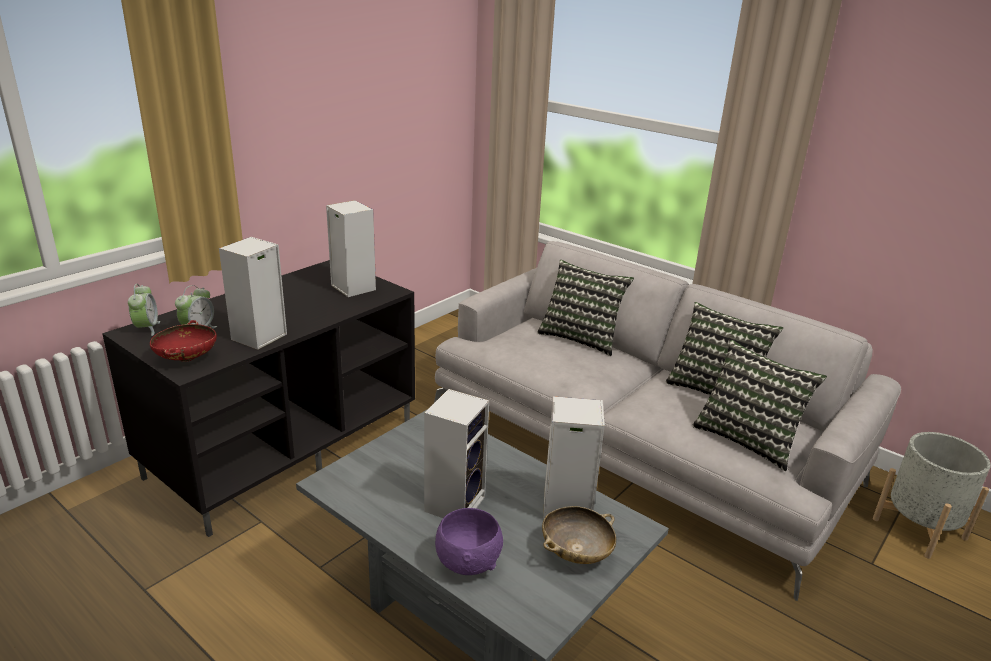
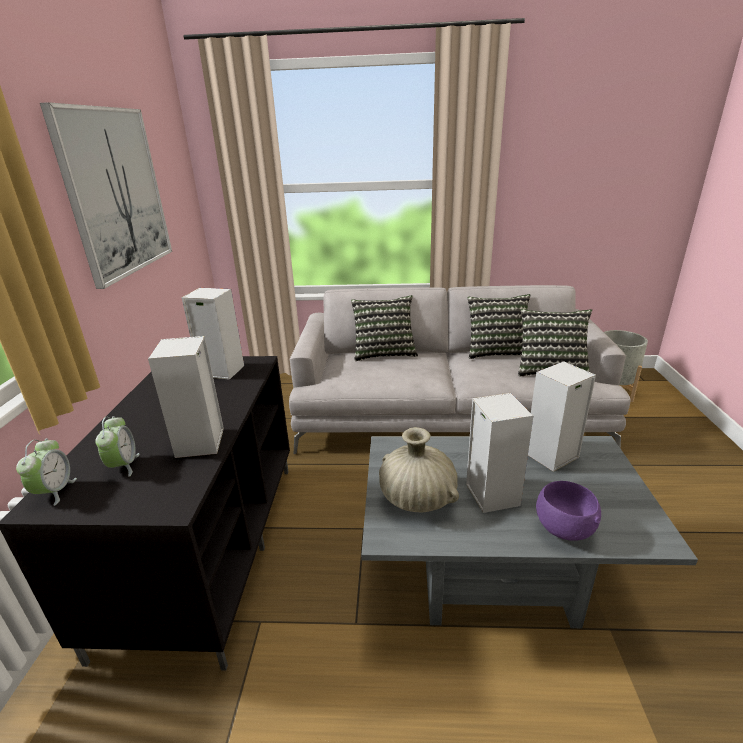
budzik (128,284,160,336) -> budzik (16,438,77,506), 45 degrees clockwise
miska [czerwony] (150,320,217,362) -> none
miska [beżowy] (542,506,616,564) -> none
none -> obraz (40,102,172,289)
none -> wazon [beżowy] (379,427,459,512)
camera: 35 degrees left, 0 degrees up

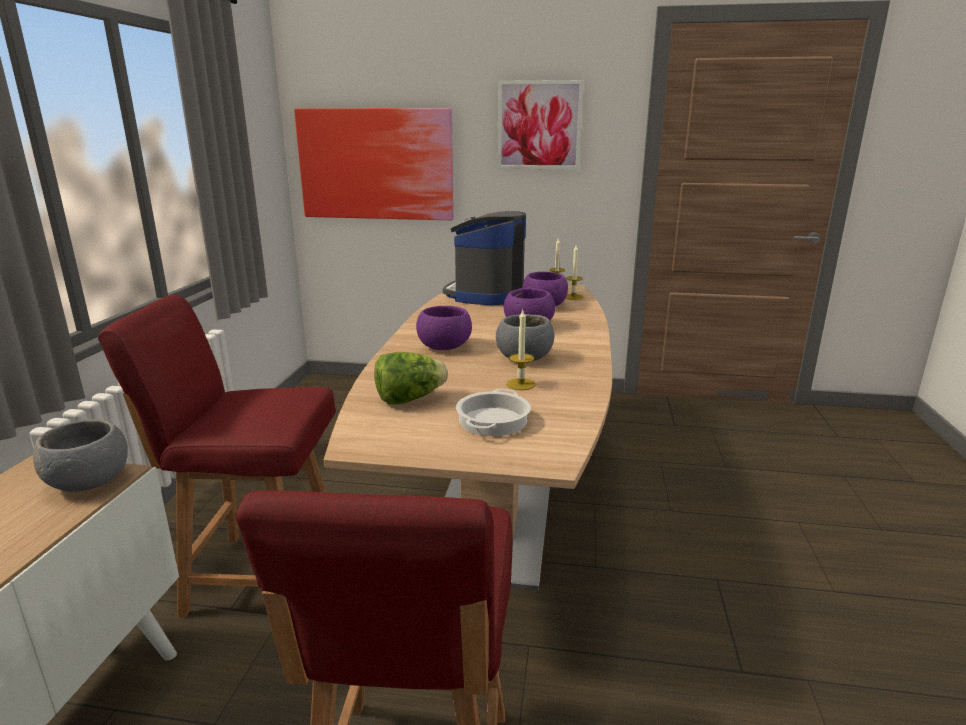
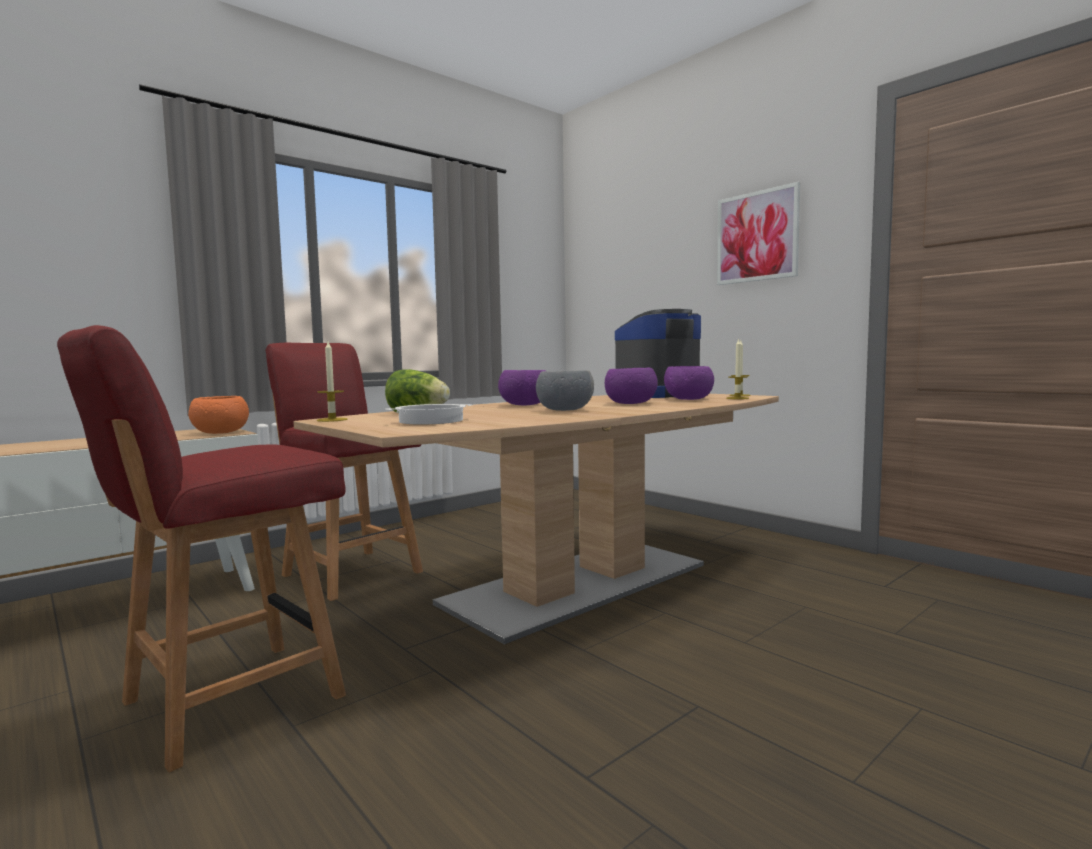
miska [szary] (33,419,128,492) -> miska [pomarańczowy] (188,396,249,434)
obraz (294,108,454,220) -> none
świeca (506,310,536,390) -> świeca (317,342,348,422), shifted
camera: 40 degrees right, 15 degrees down

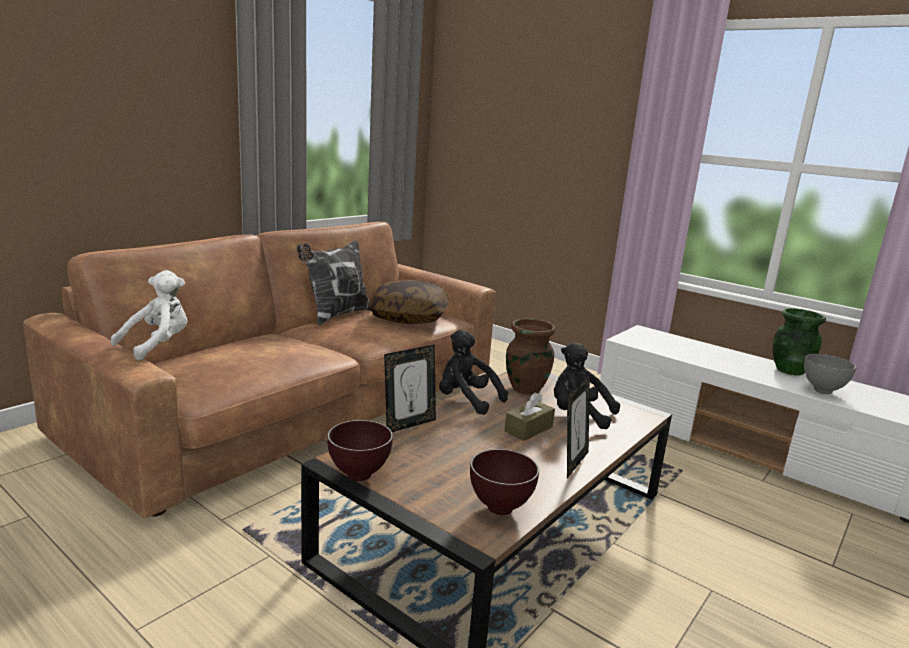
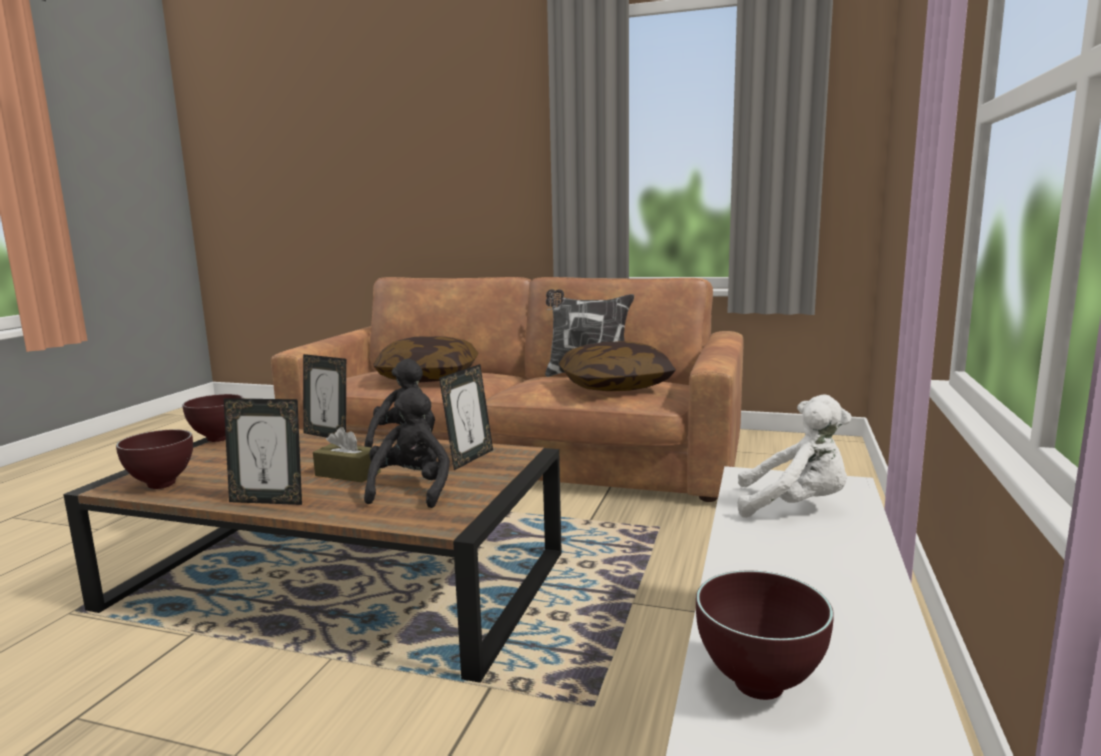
pluszak [biały] (110,270,187,361) -> pluszak [biały] (738,395,851,518), shifted
wazon [brązowy] (506,319,556,395) -> ramka na zdjęcie (439,364,493,470)
wazon [zielony] (773,308,826,376) -> none
miska [szary] (804,354,856,394) -> miska [brązowy] (696,571,834,700)
none -> poduszka (373,336,478,382)
camera: 70 degrees right, 5 degrees down

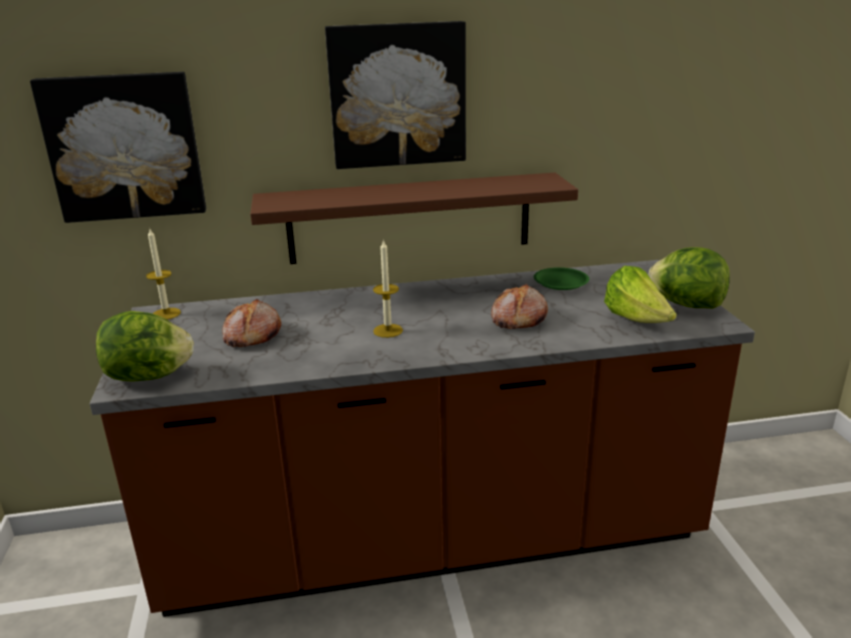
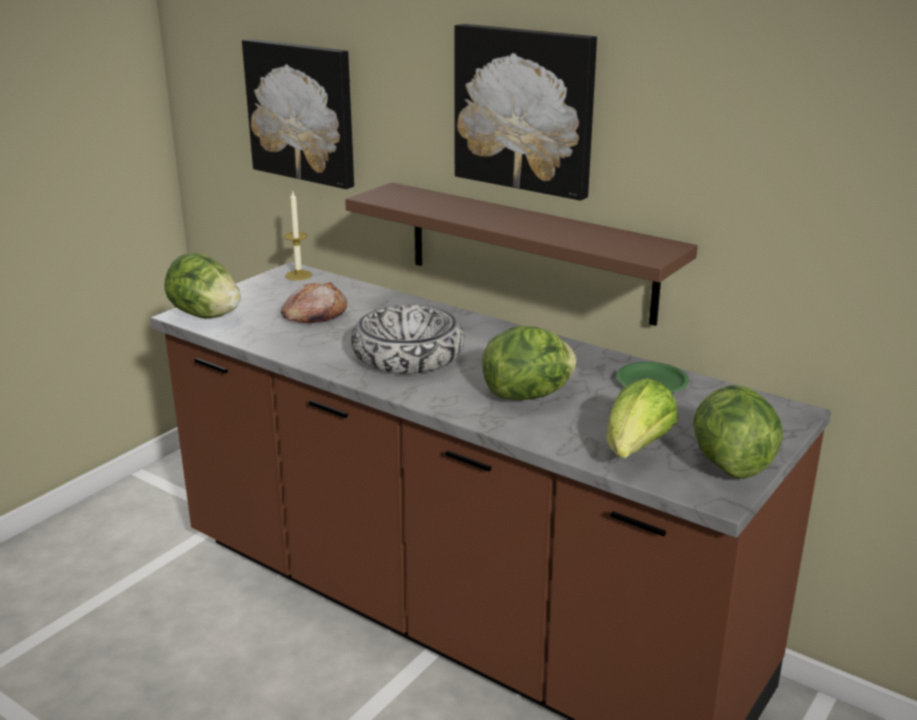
świeca (373,239,403,338) -> miska (351,305,465,374)
chleb (491,284,548,329) -> sałata (482,325,577,400)
camera: 45 degrees right, 0 degrees up

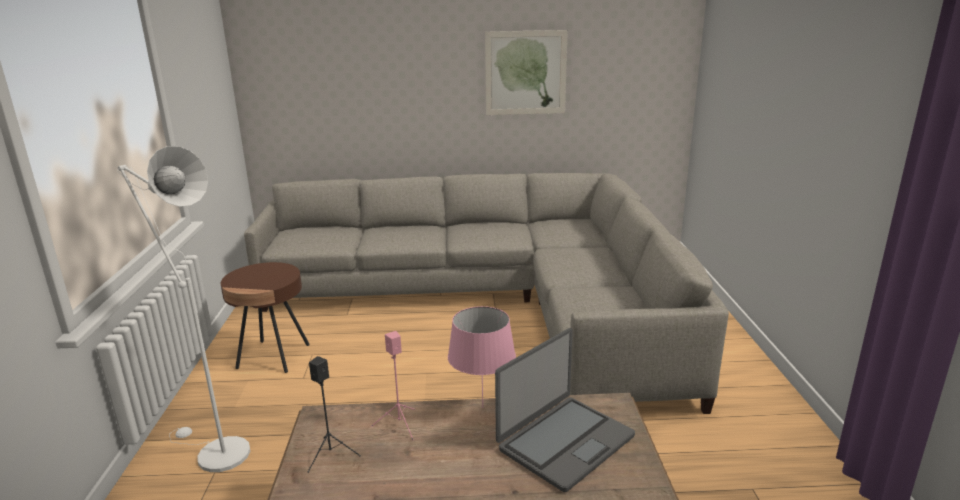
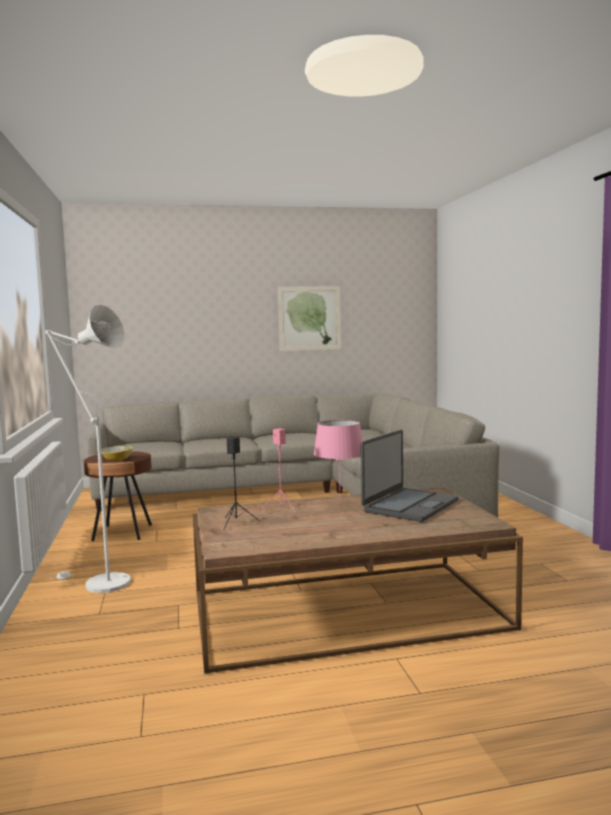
none -> miska (101,445,134,461)
camera: 10 degrees left, 15 degrees down

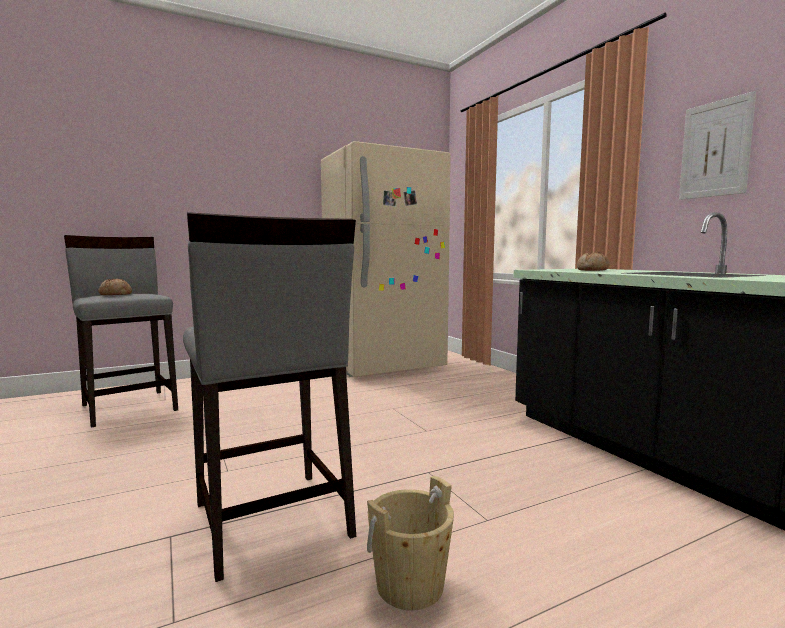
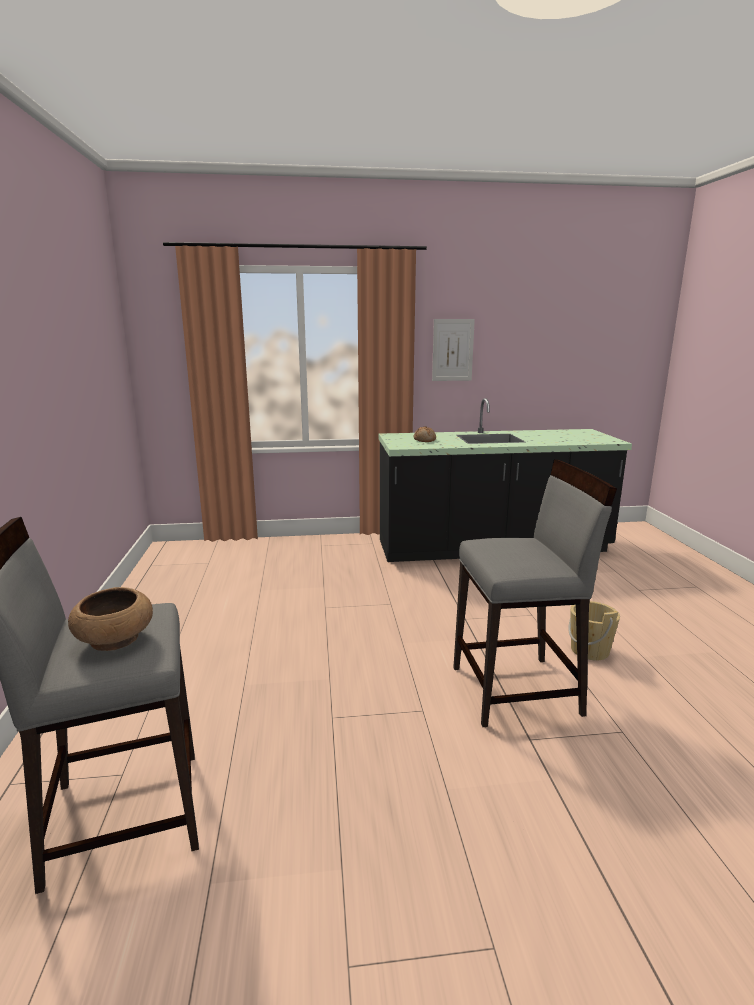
chleb (98,279,132,295) -> miska [brązowy] (68,587,153,651)
lodówka [beżowy] (321,141,451,377) -> none
camera: 70 degrees left, 10 degrees up

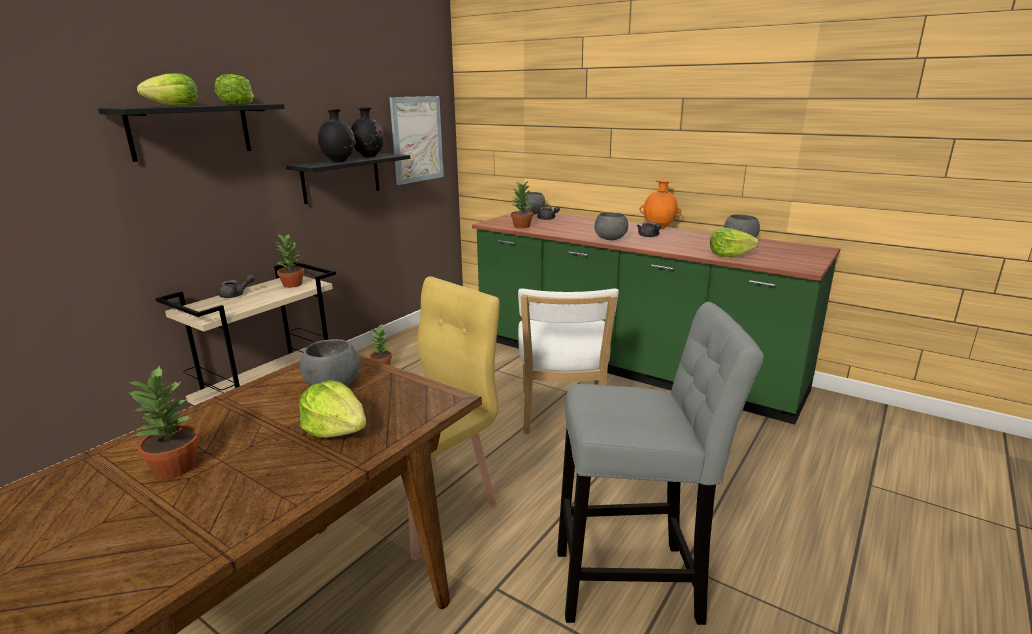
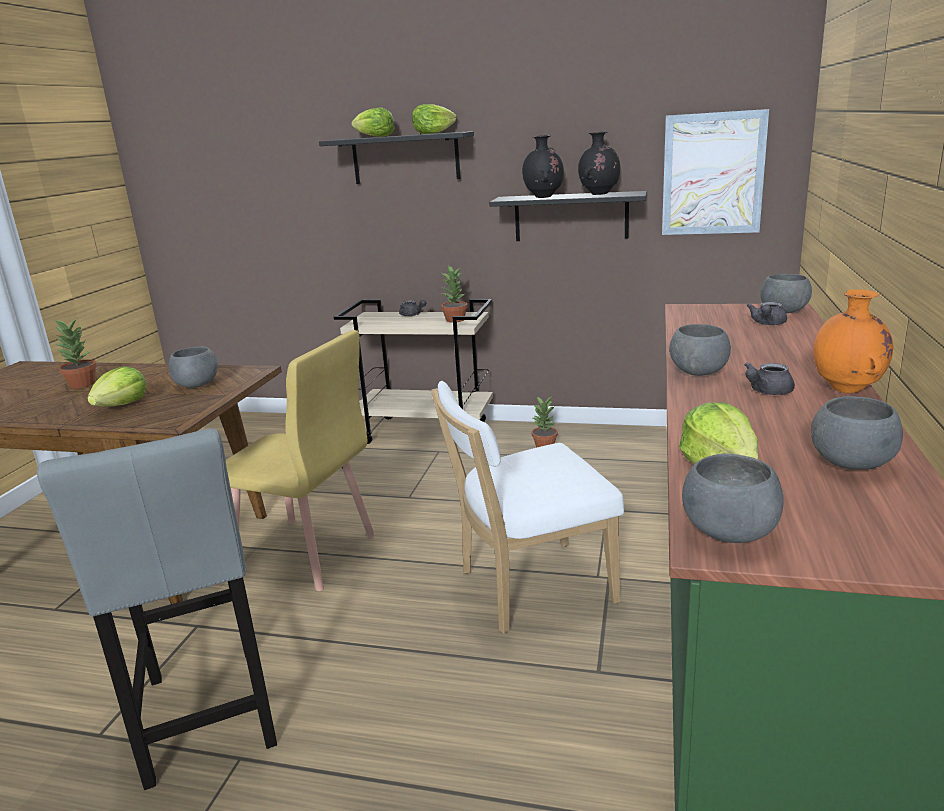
roślina doniczkowa (511,181,533,228) -> none
none -> miska [szary] (682,453,784,543)
camera: 70 degrees right, 0 degrees up

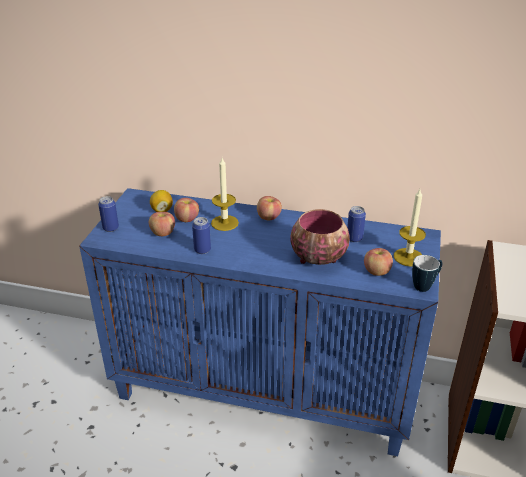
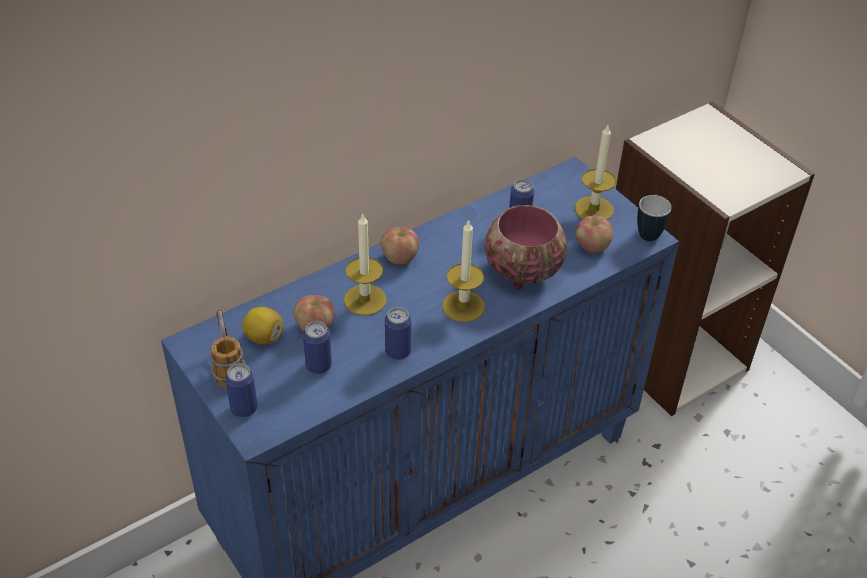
jabłko (149,212,175,236) -> puszka (303,321,332,374)
none -> kubek (210,310,246,388)
none -> świeca (442,219,485,322)
camera: 50 degrees left, 10 degrees up

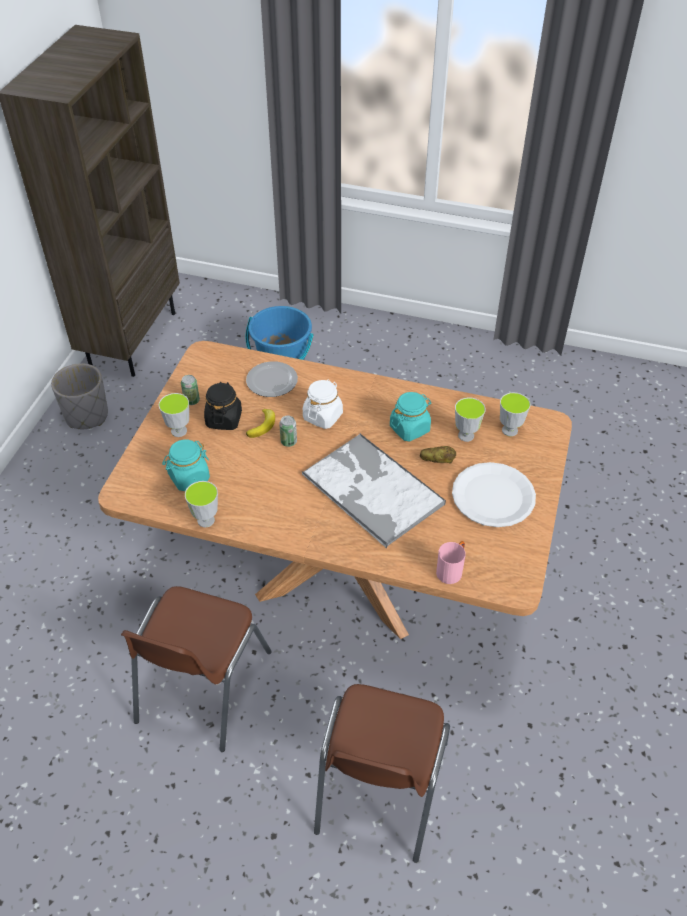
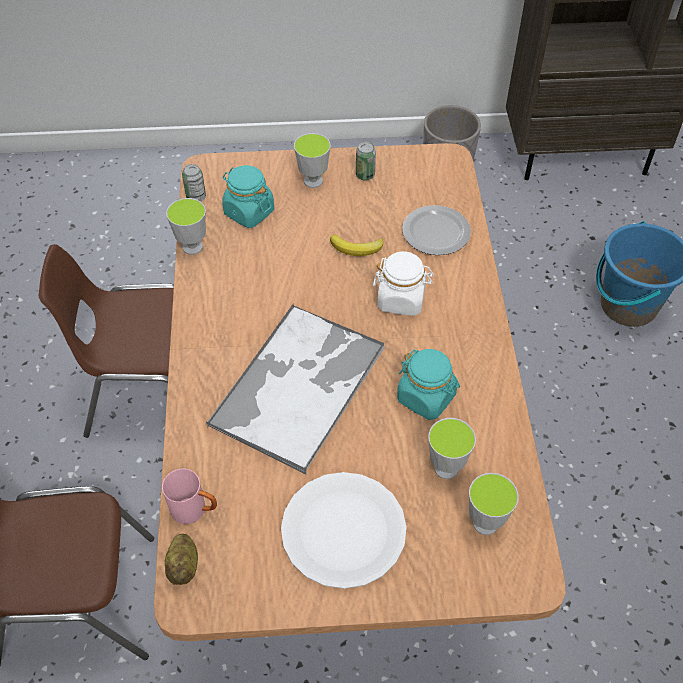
słoik [czarny] (204,382,242,430) -> none
puszka (279,415,297,447) -> puszka (182,164,206,202), shifted
ziemniak (420,446,456,464) -> ziemniak (165,534,198,585), shifted
camera: 70 degrees right, 5 degrees up

